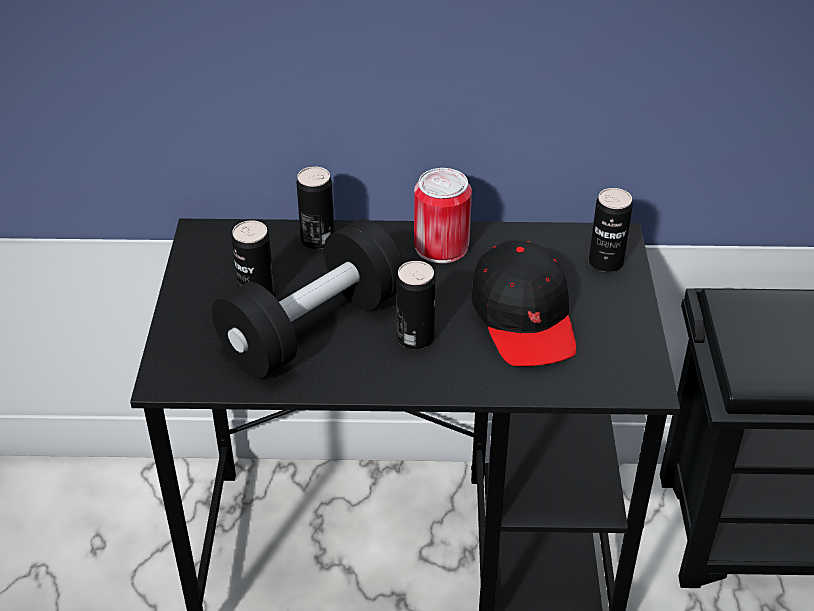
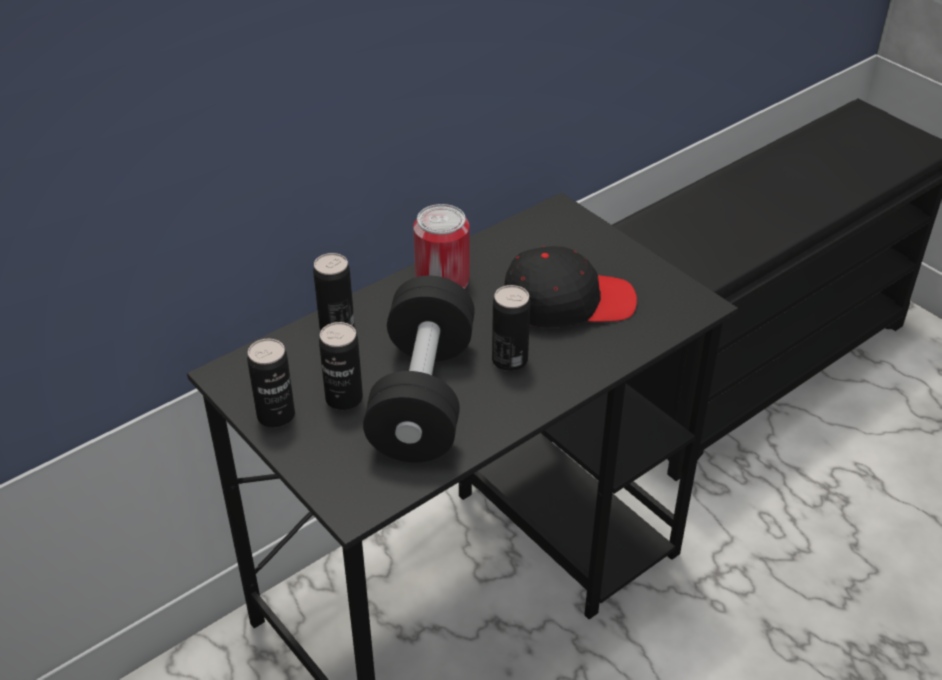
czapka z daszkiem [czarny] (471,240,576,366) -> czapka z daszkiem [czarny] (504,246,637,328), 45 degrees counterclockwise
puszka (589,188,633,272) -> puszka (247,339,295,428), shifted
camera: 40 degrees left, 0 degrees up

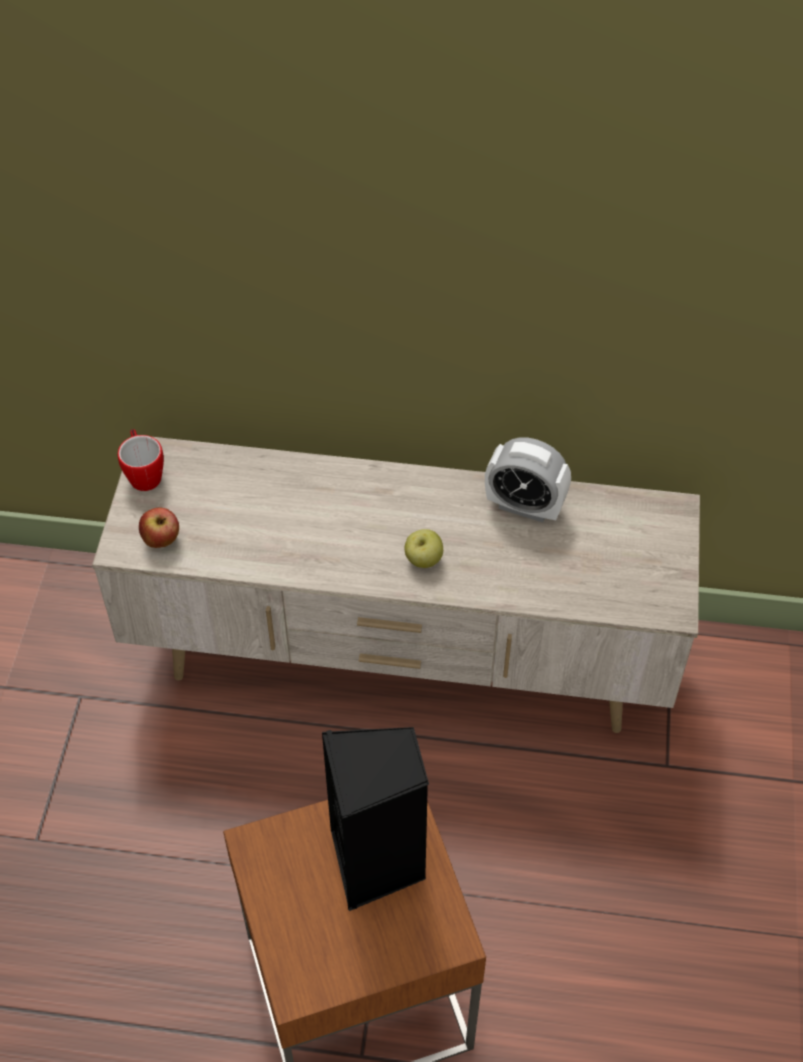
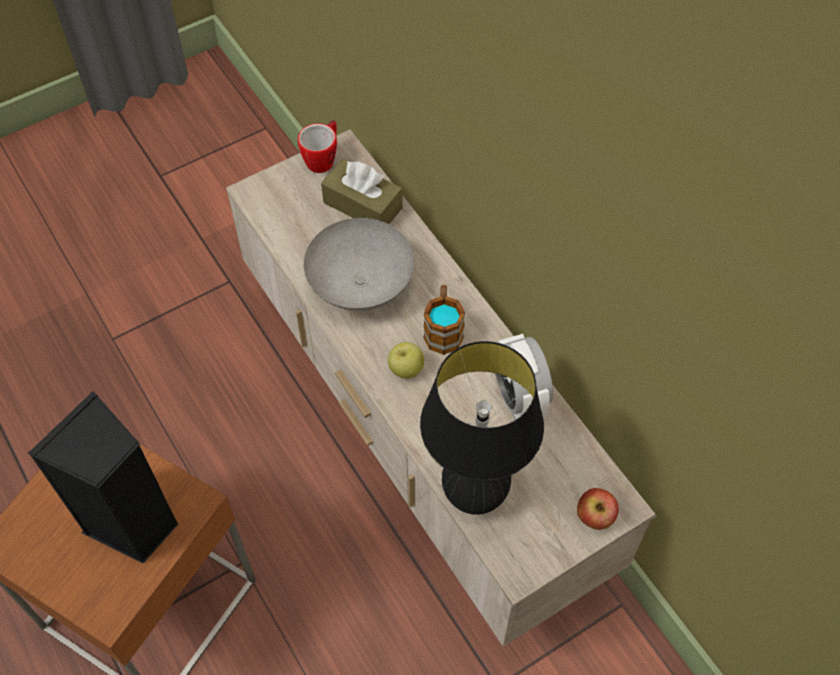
jabłko (139,508,179,548) -> jabłko (577,488,619,530), shifted
none -> miska [szary] (304,218,414,311)
none -> pudełko chusteczek [brązowy] (321,159,403,224)
none -> lampa stołowa [czarny] (420,341,544,515)
none -> kubek (423,285,465,355)
camera: 50 degrees right, 5 degrees up

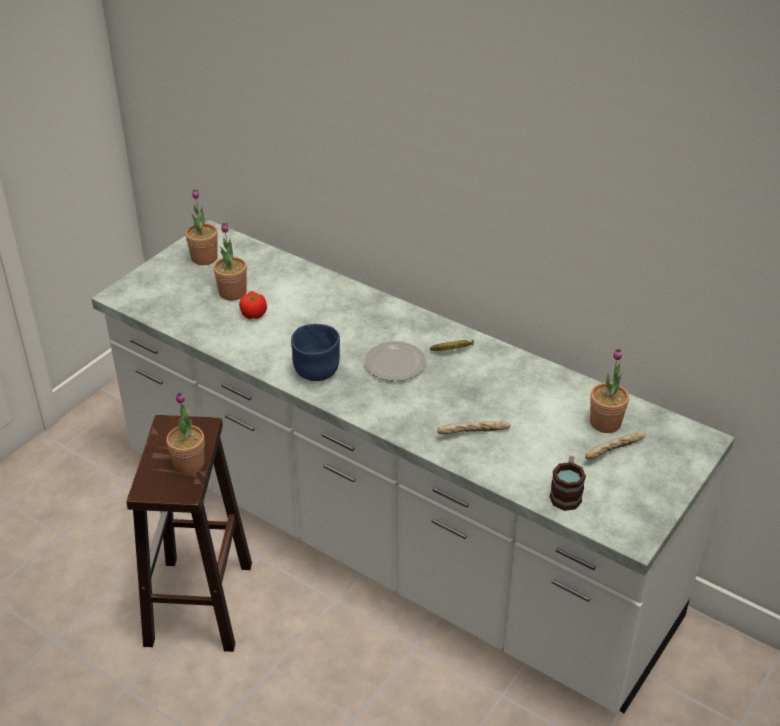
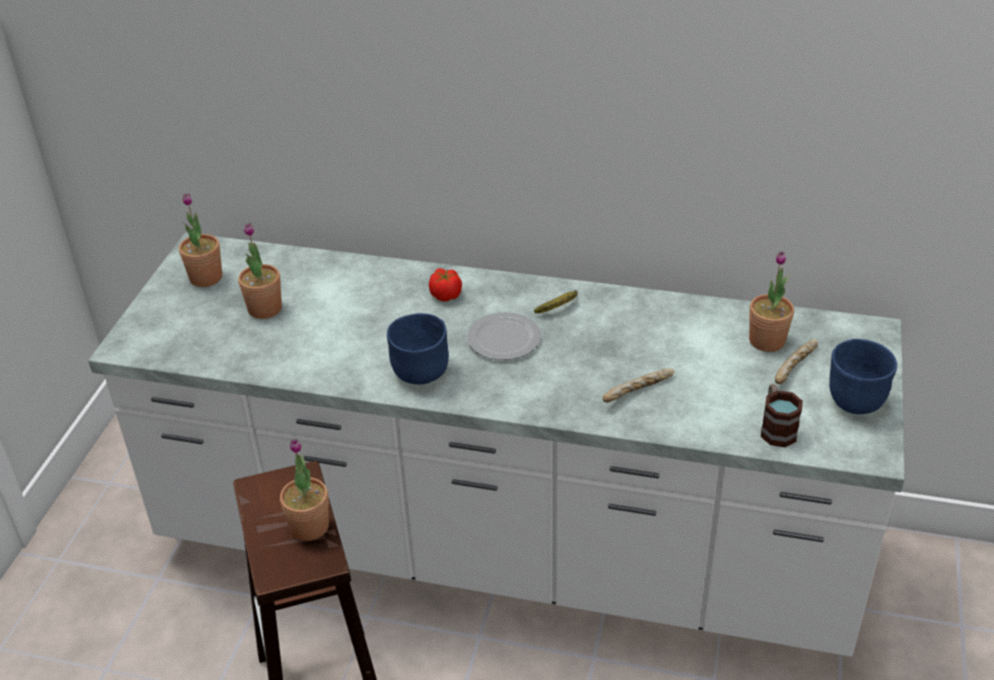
pomidor (239,291,267,319) -> pomidor (429,268,462,302), shifted
none -> miska [niebieski] (829,339,897,414)
camera: 20 degrees left, 0 degrees up

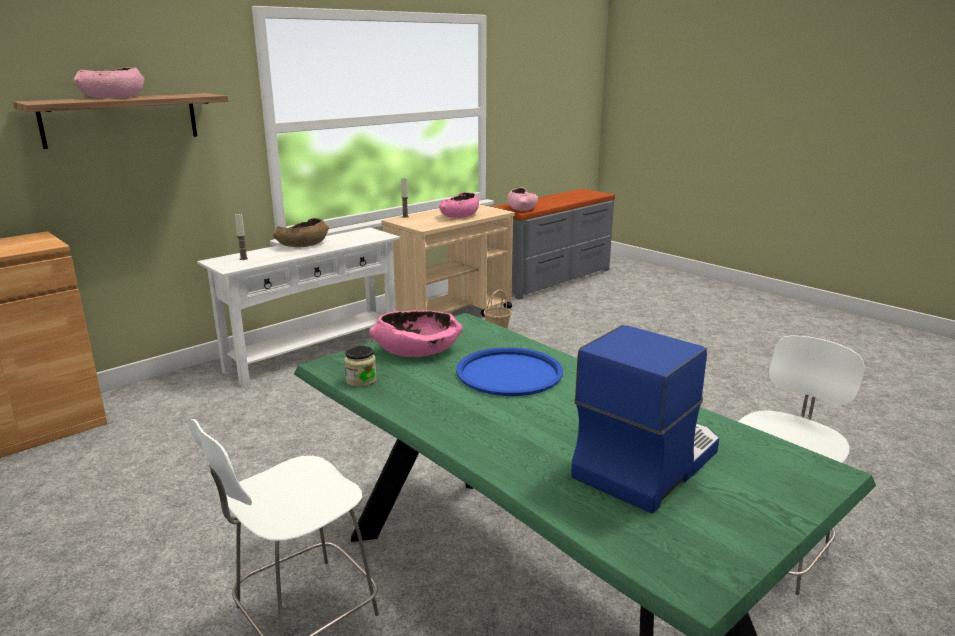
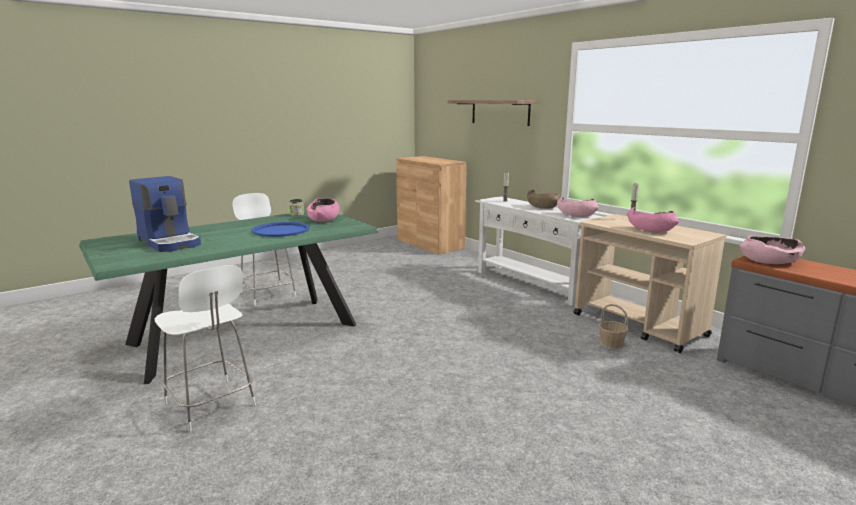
miska [różowy] (74,67,145,98) -> miska [różowy] (557,197,599,217), shifted
camera: 95 degrees right, 5 degrees down

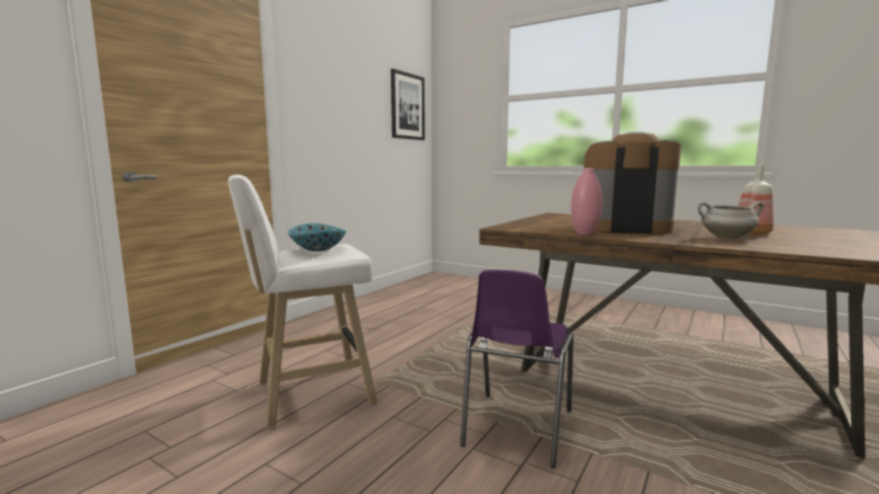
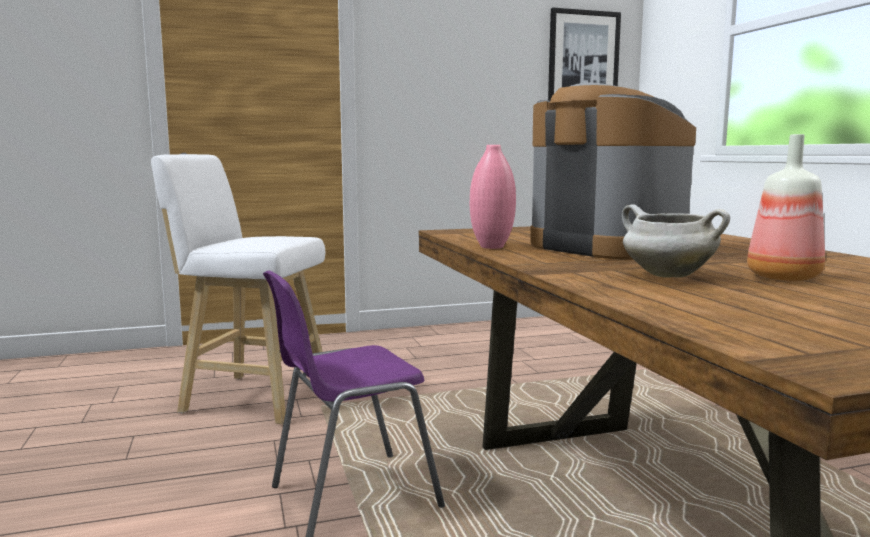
miska (288,223,347,251) -> none
camera: 40 degrees right, 0 degrees up

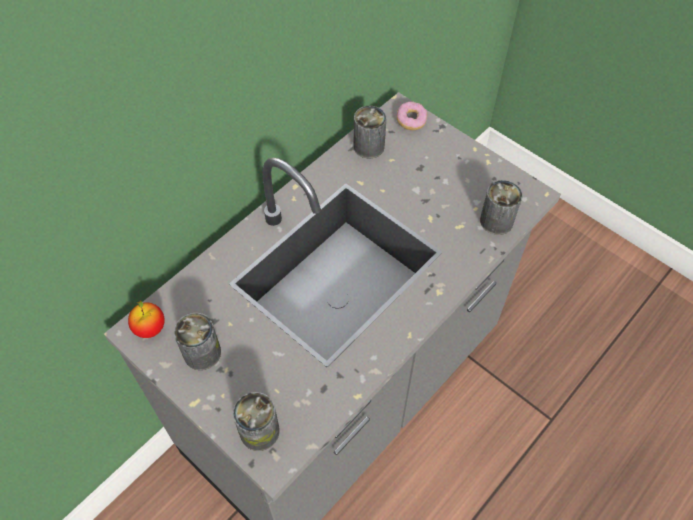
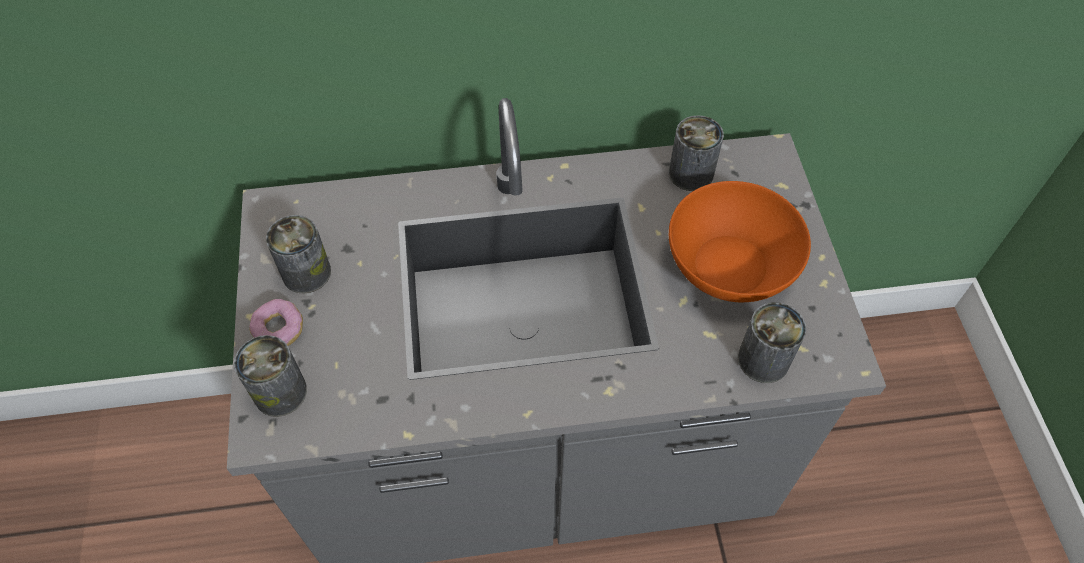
jabłko (128,300,165,338) -> none
donut (397,102,427,130) -> donut (249,299,303,346), shifted
none -> miska [pomarańczowy] (669,181,811,302)
camera: 40 degrees right, 0 degrees up

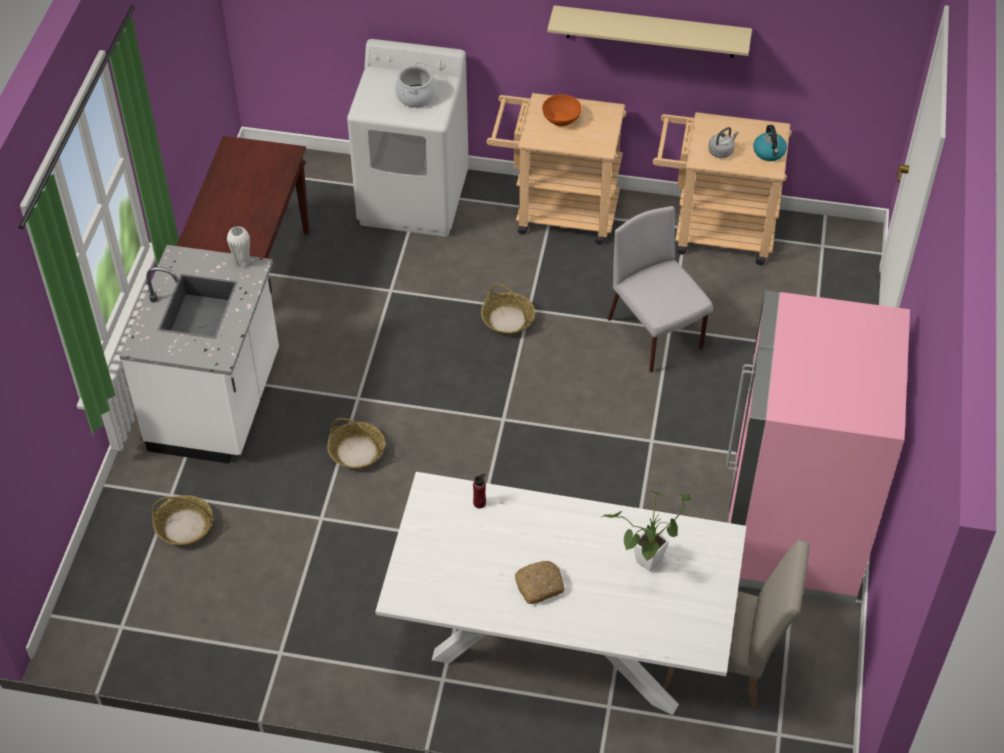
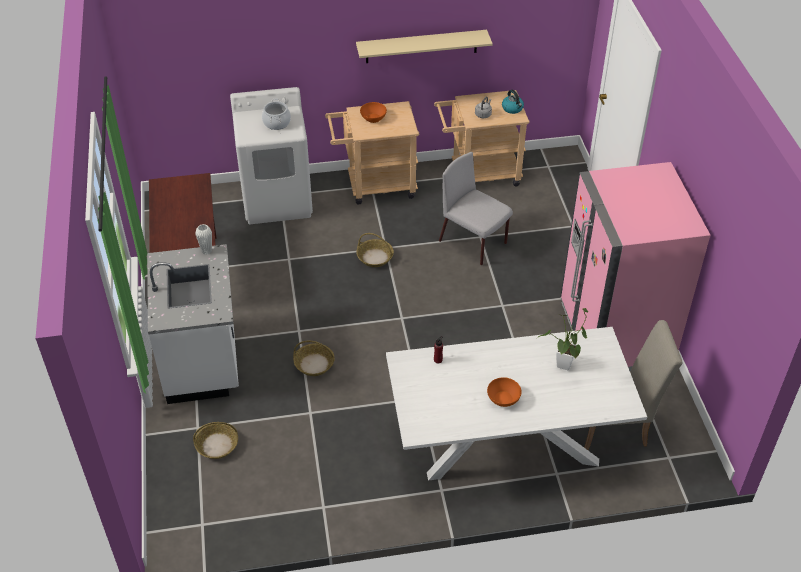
chleb (515,561,565,604) -> miska [pomarańczowy] (487,377,522,407)
camera: 20 degrees left, 5 degrees down

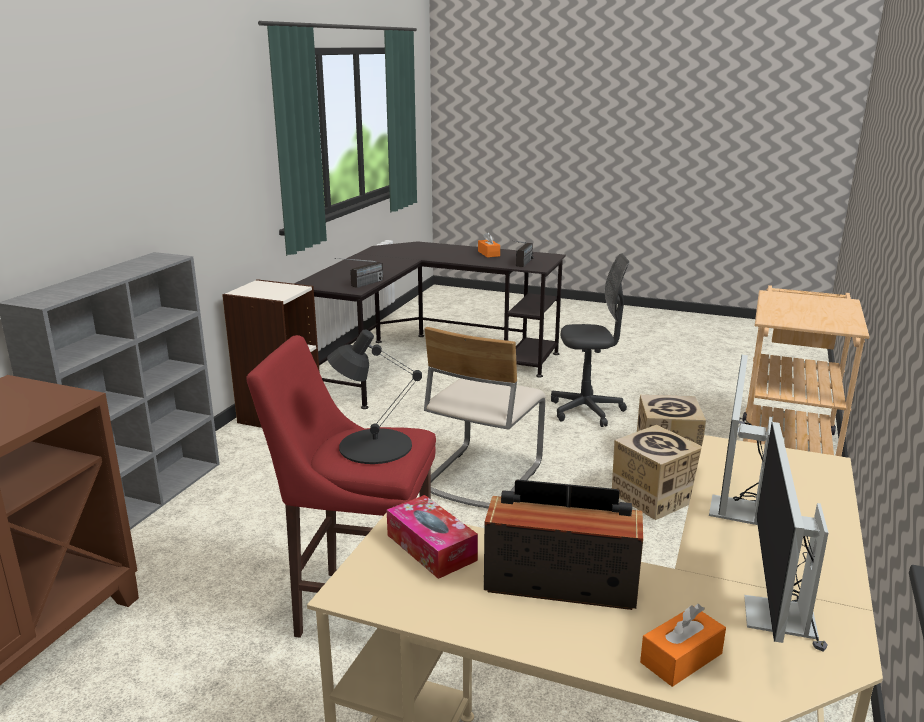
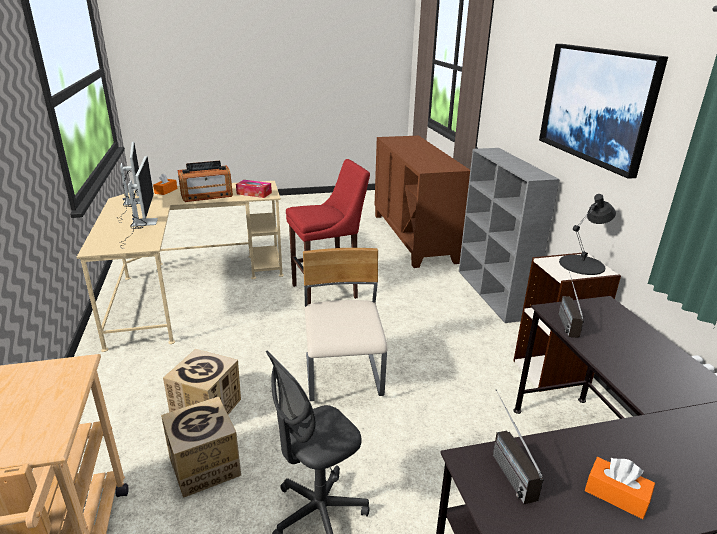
lampa stołowa [czarny] (327,330,422,464) -> lampa stołowa [czarny] (559,194,616,275), shifted
none -> obraz (539,44,668,179)
camera: 145 degrees right, 5 degrees up

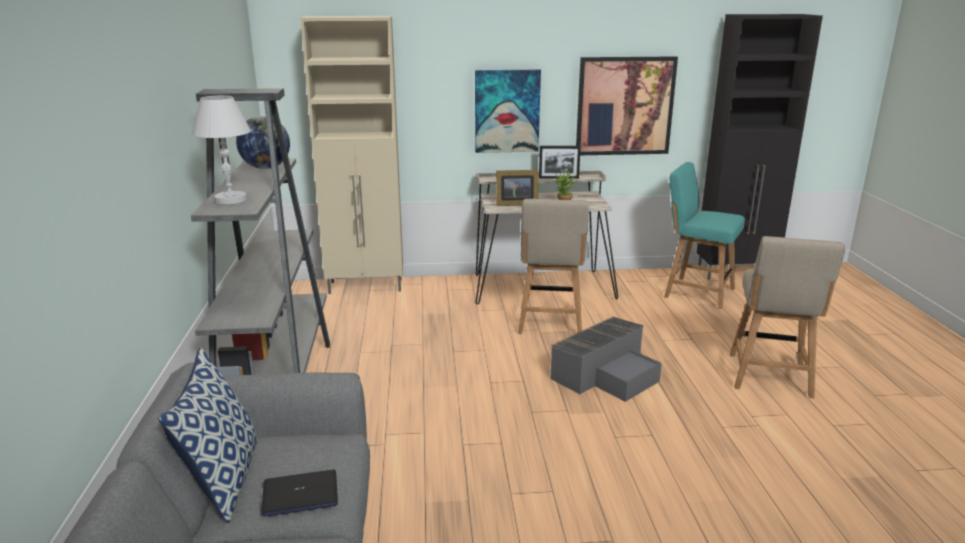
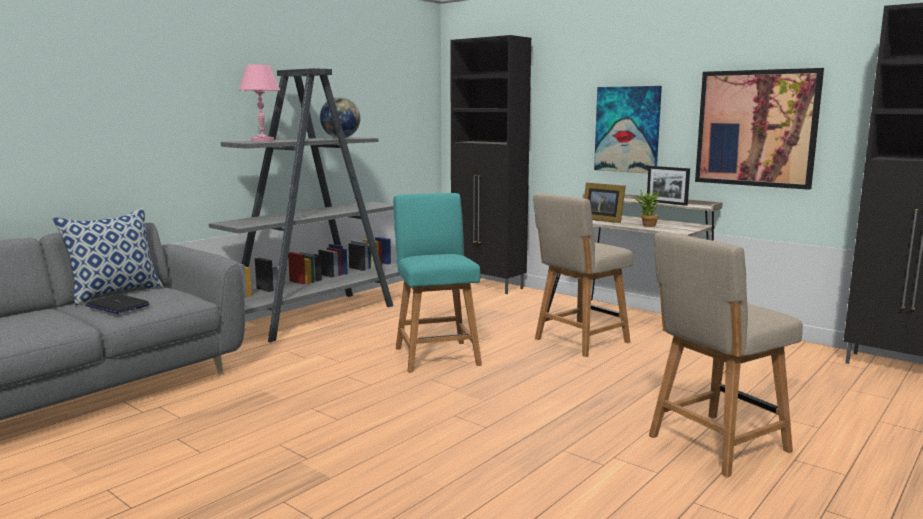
lampa stołowa [biały] (192,95,251,204) -> lampa stołowa [różowy] (239,64,280,142)
szafka [beżowy] (300,16,403,294) -> szafka [czarny] (450,35,531,294)
pojemnik do przechowywania [szary] (551,316,662,402) -> none
krzesło [turkusowy] (664,162,745,309) -> krzesło [turkusowy] (393,193,482,373), shifted
camera: 45 degrees right, 10 degrees down

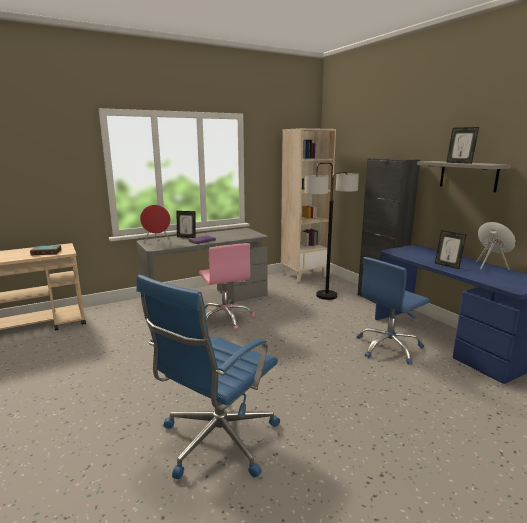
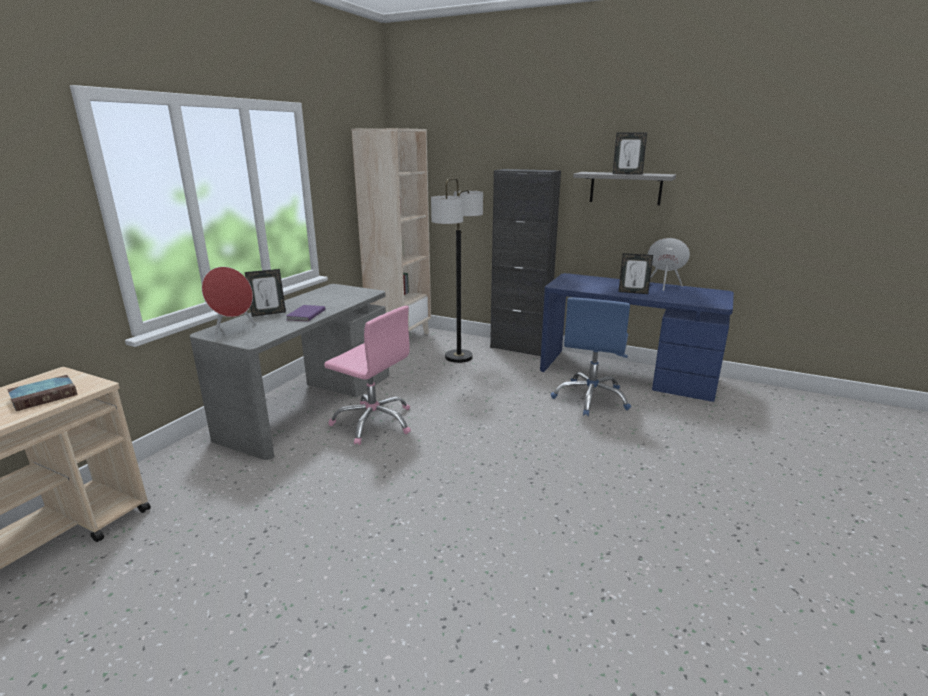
krzesło biurowe [niebieski] (136,275,280,479) -> none
camera: 35 degrees left, 5 degrees up

